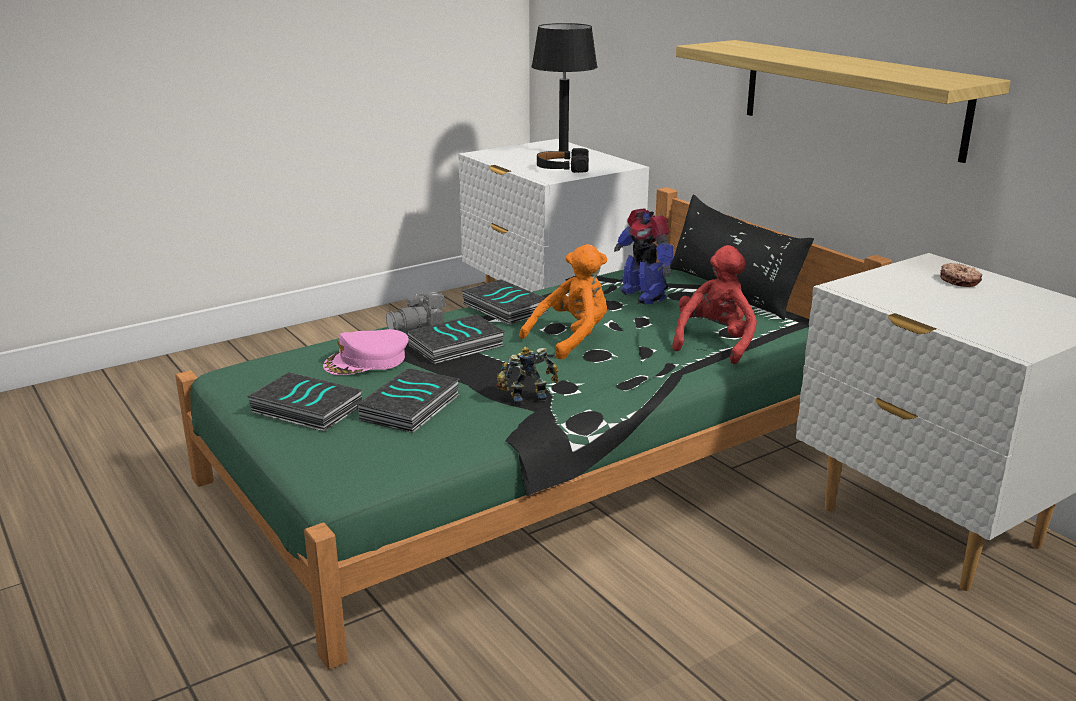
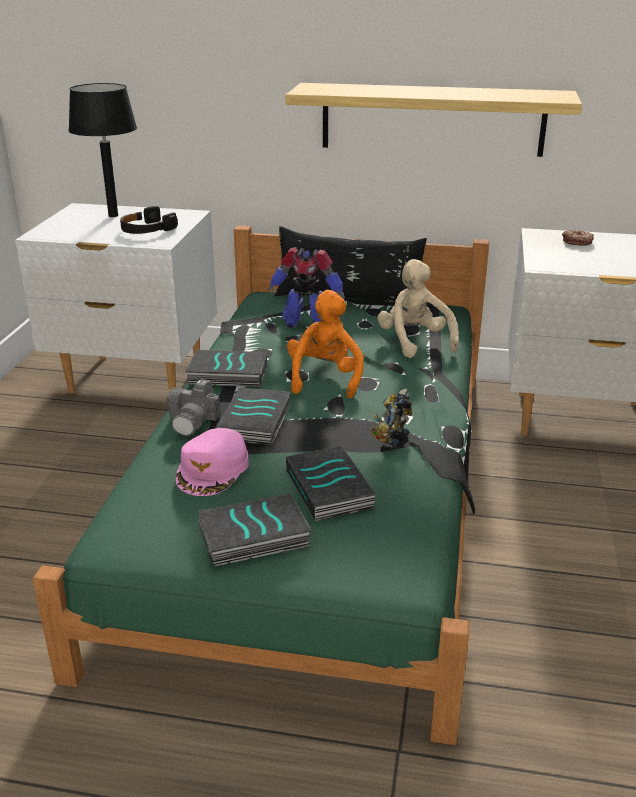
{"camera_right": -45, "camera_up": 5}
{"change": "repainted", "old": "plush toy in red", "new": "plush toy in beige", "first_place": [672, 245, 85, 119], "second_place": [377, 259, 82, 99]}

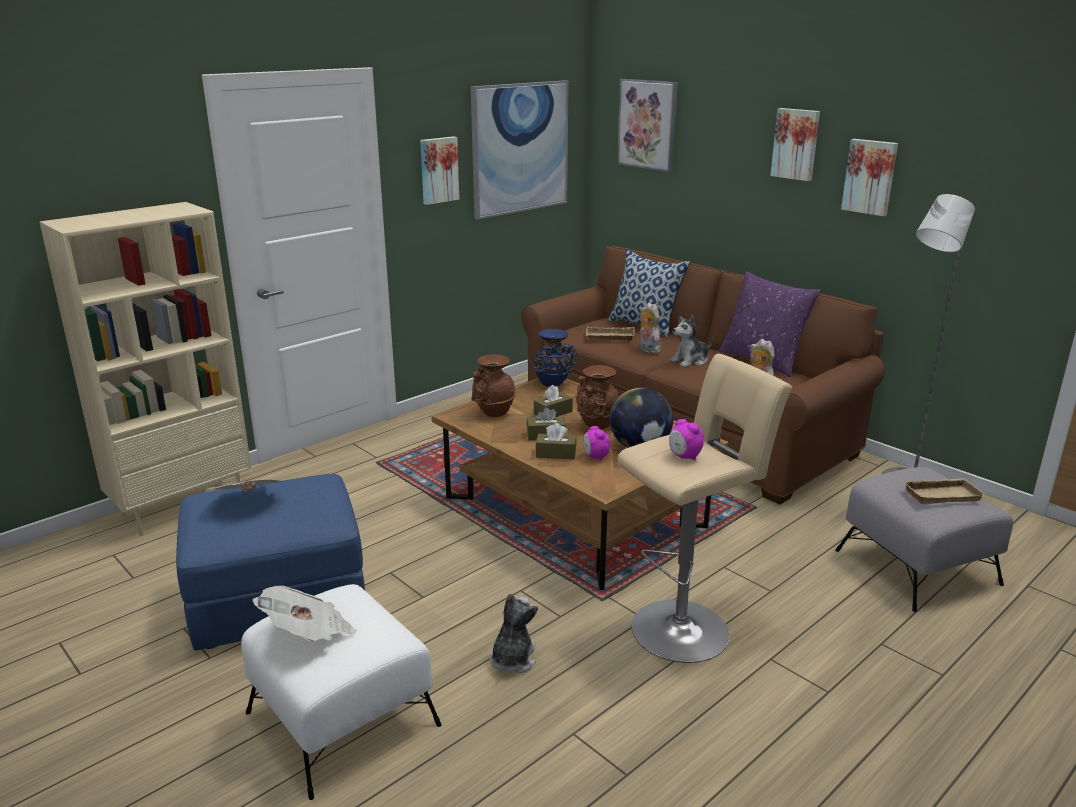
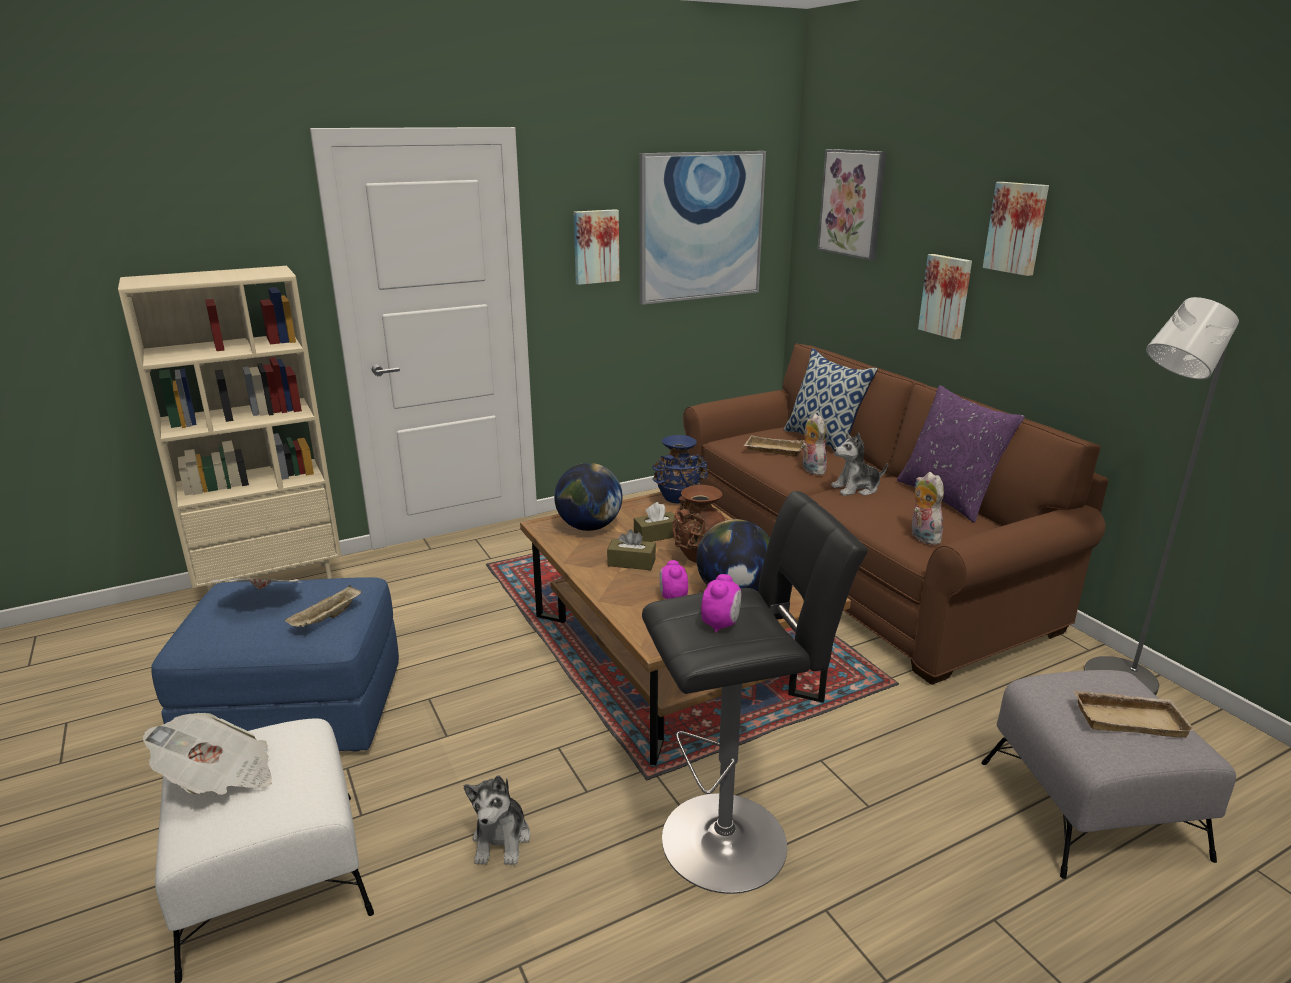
{"camera_right": 15, "camera_up": 0}
{"change": "shifted", "old": "picture", "first_place": [841, 139, 57, 77], "second_place": [918, 254, 54, 86]}
{"change": "swapped", "old": "vase in brown", "new": "globe", "first_place": [472, 354, 44, 63], "second_place": [554, 463, 69, 68]}
{"change": "repainted", "old": "stool in beige", "new": "stool in black", "first_place": [618, 354, 174, 309], "second_place": [642, 491, 226, 403]}
{"change": "rotated", "old": "alarm clock", "first_place": [669, 419, 35, 41], "second_place": [701, 574, 40, 59], "degrees": -135}
{"change": "gone", "old": "tissue box in brown", "first_place": [536, 423, 41, 36]}
{"change": "rotated", "old": "plush toy", "first_place": [490, 593, 48, 80], "second_place": [464, 775, 66, 90], "degrees": 150}
{"change": "new", "new": "tray in beige", "second_place": [285, 585, 76, 42]}

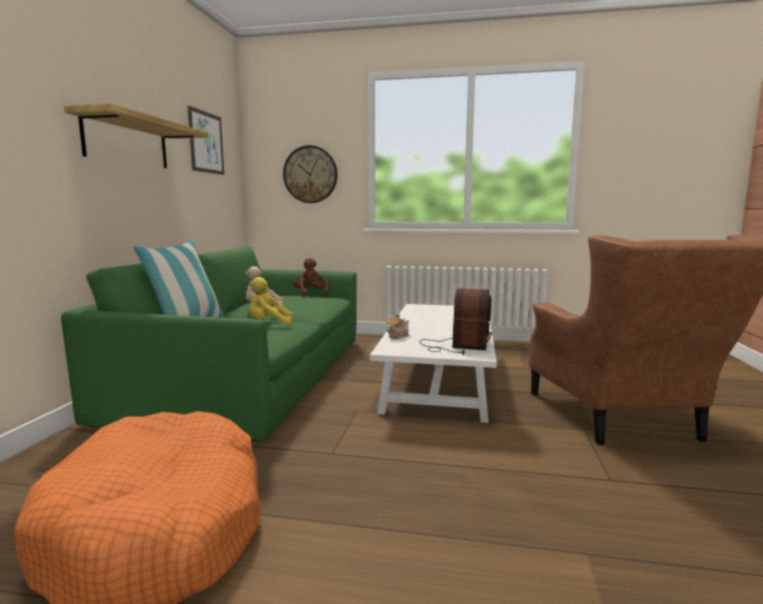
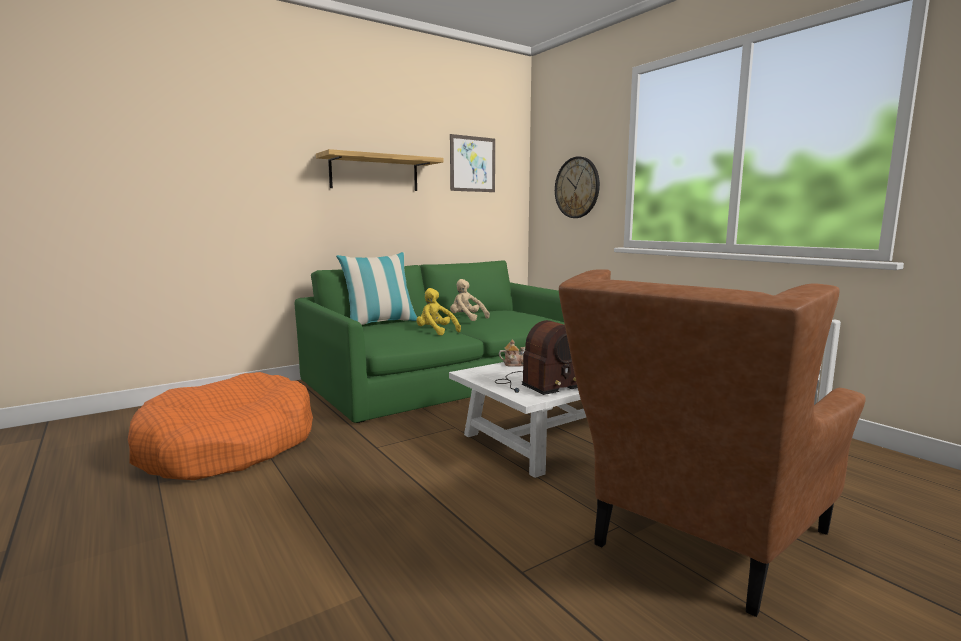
{"camera_right": 45, "camera_up": 0}
{"change": "gone", "old": "plush toy in brown", "first_place": [293, 258, 35, 38]}

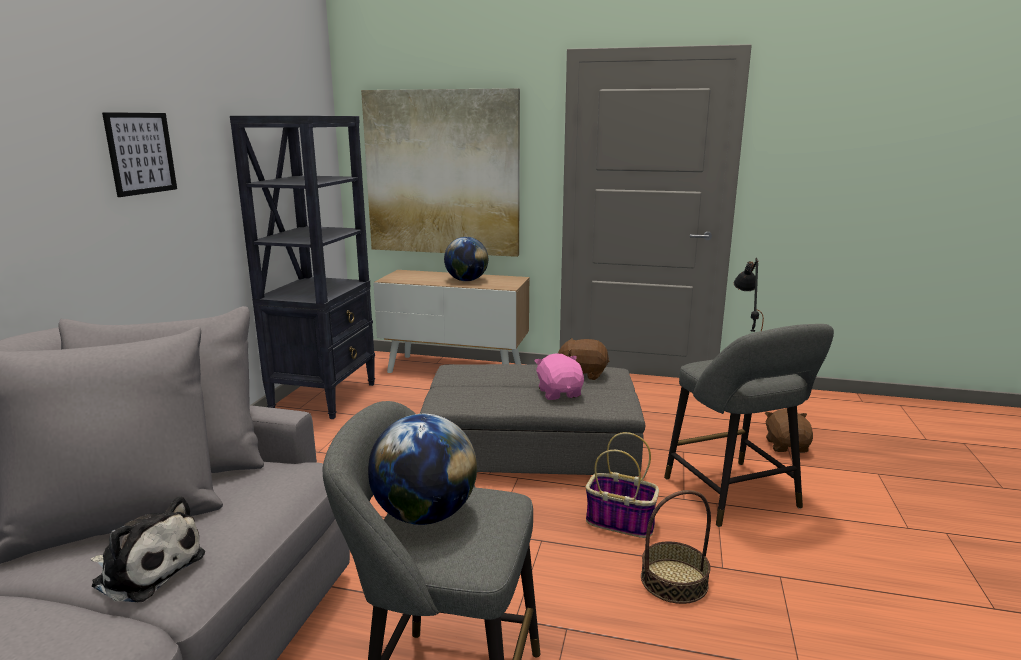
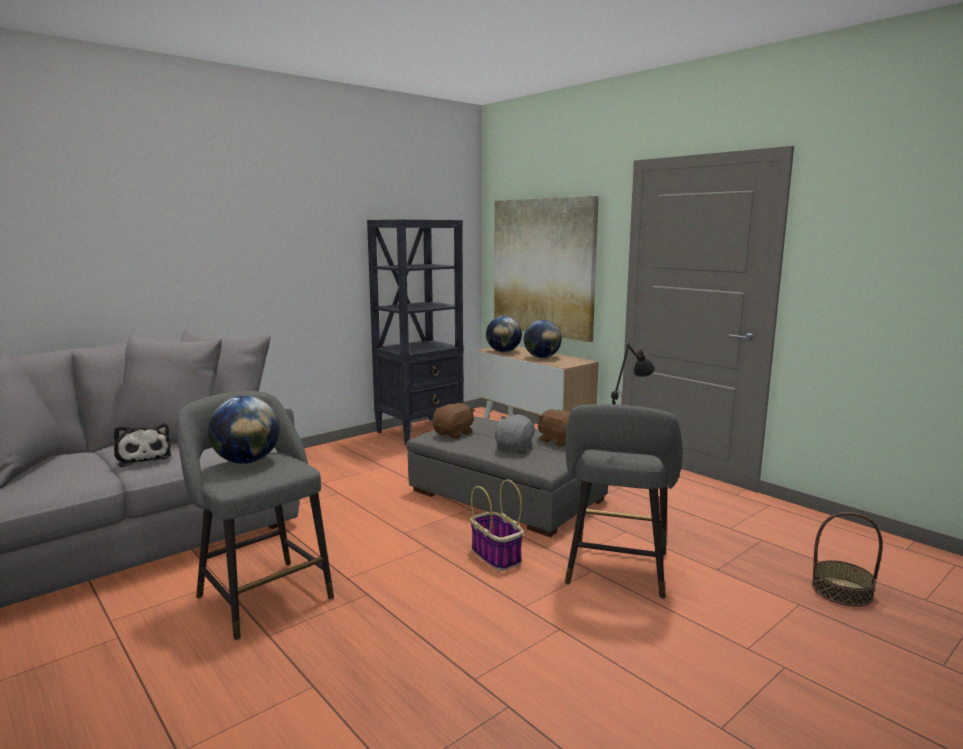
{"camera_right": 35, "camera_up": -5}
{"change": "gone", "old": "picture", "first_place": [102, 112, 75, 85]}
{"change": "repainted", "old": "plush toy in pink", "new": "plush toy in grey", "first_place": [534, 353, 50, 47], "second_place": [495, 415, 42, 38]}
{"change": "shifted", "old": "plush toy in brown", "first_place": [765, 409, 48, 44], "second_place": [432, 403, 43, 36]}
{"change": "shifted", "old": "basket", "first_place": [641, 490, 70, 114], "second_place": [812, 512, 71, 95]}
{"change": "new", "new": "globe", "second_place": [486, 316, 36, 36]}

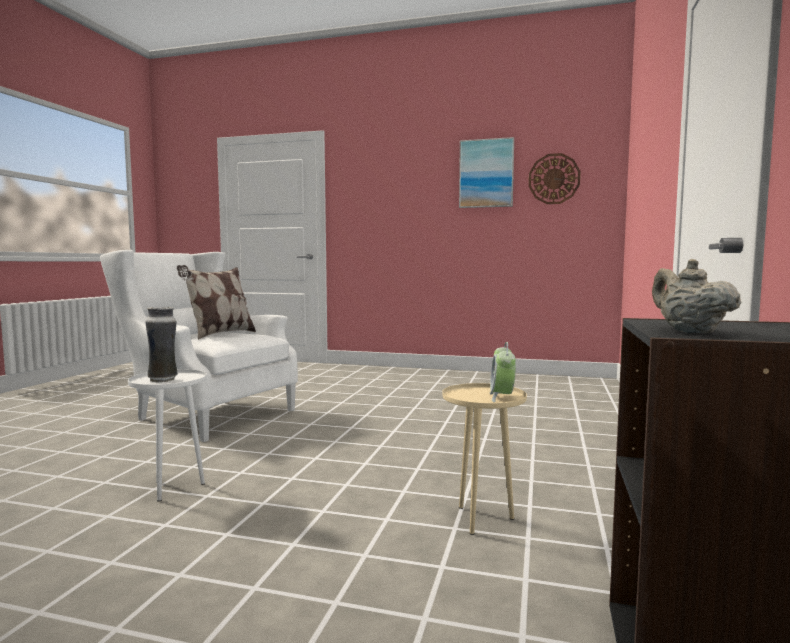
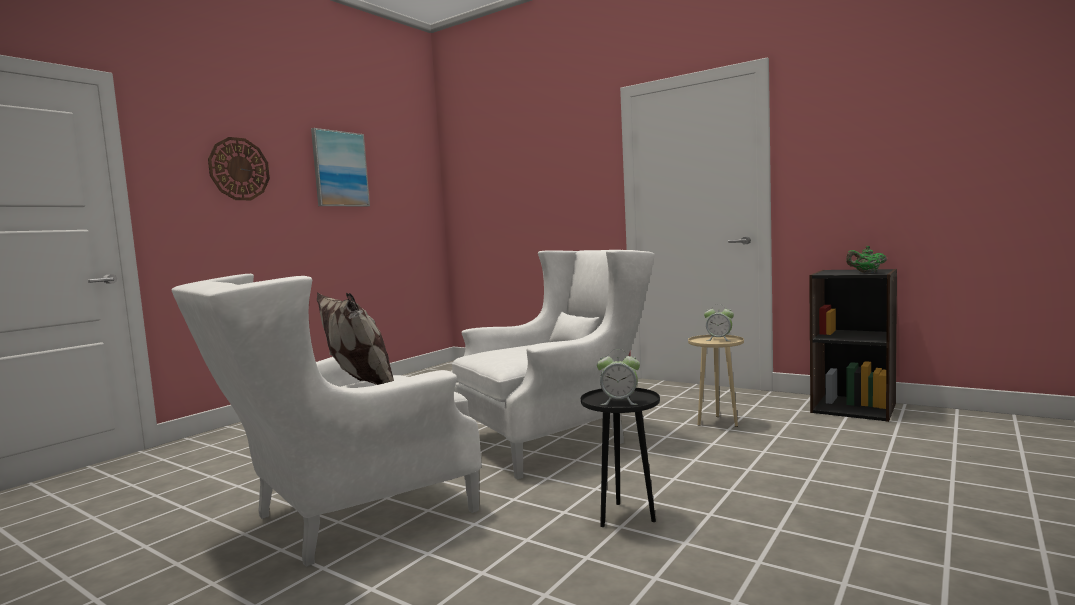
{"camera_right": -70, "camera_up": 0}
{"change": "shifted", "old": "wall clock", "first_place": [529, 153, 51, 51], "second_place": [208, 137, 62, 63]}
{"change": "repainted", "old": "teapot in beige", "new": "teapot in green", "first_place": [652, 259, 90, 74], "second_place": [846, 246, 41, 27]}
{"change": "swapped", "old": "vase", "new": "alarm clock", "first_place": [145, 306, 33, 76], "second_place": [597, 349, 43, 56]}
{"change": "repainted", "old": "side table in white", "new": "side table in black", "first_place": [128, 369, 79, 132], "second_place": [581, 388, 79, 139]}
{"change": "new", "new": "armchair in white", "second_place": [451, 250, 204, 229]}

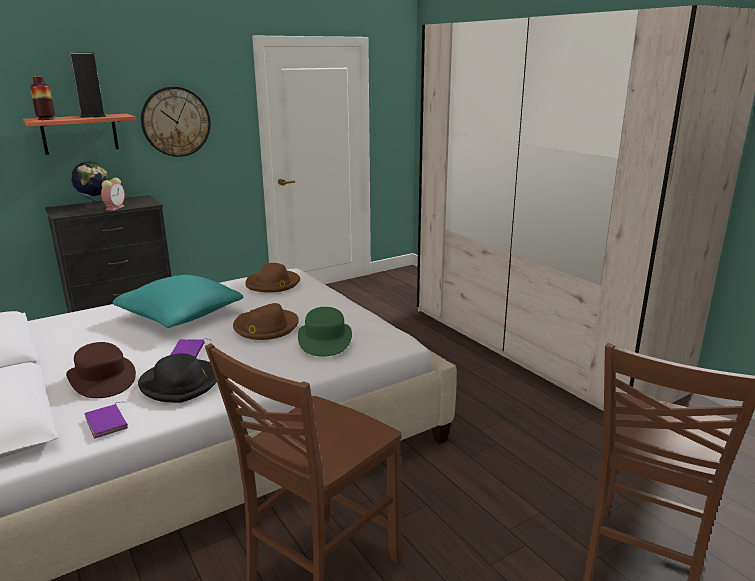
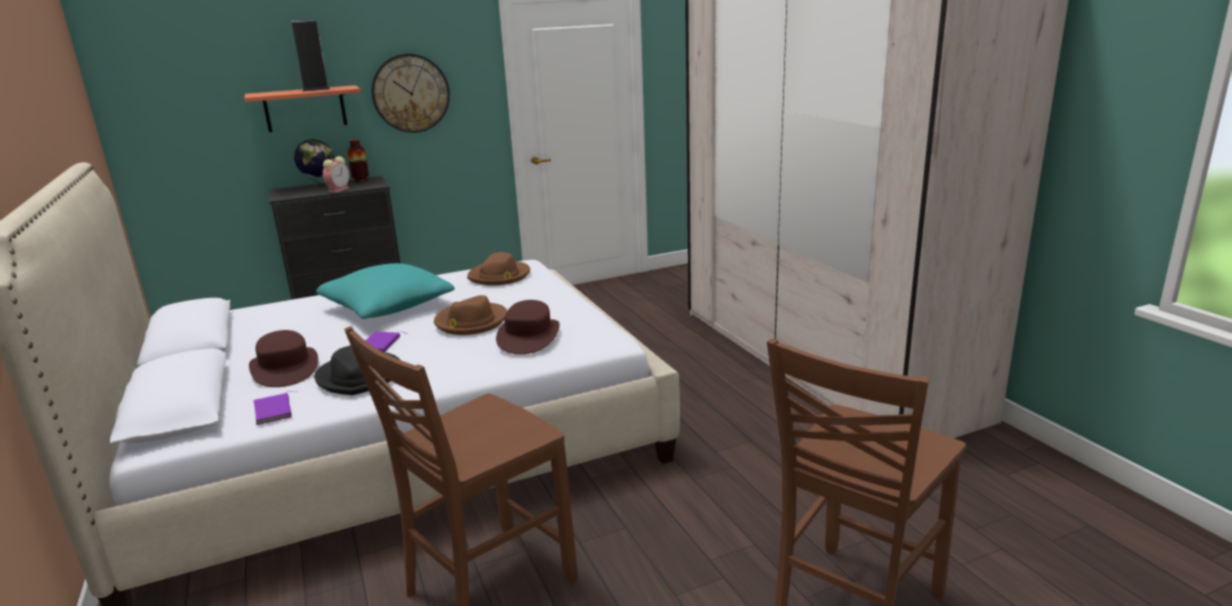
{"camera_right": 10, "camera_up": 0}
{"change": "shifted", "old": "vase", "first_place": [30, 76, 25, 44], "second_place": [347, 139, 22, 43]}
{"change": "repainted", "old": "hat in green", "new": "hat in brown", "first_place": [298, 307, 54, 50], "second_place": [496, 300, 64, 54]}

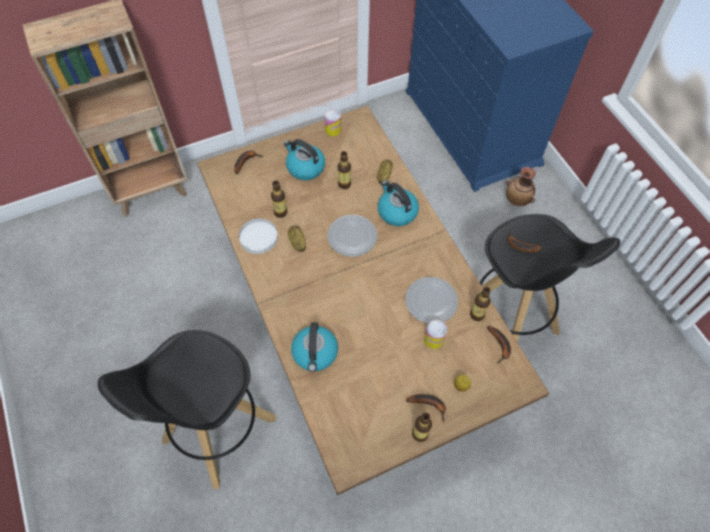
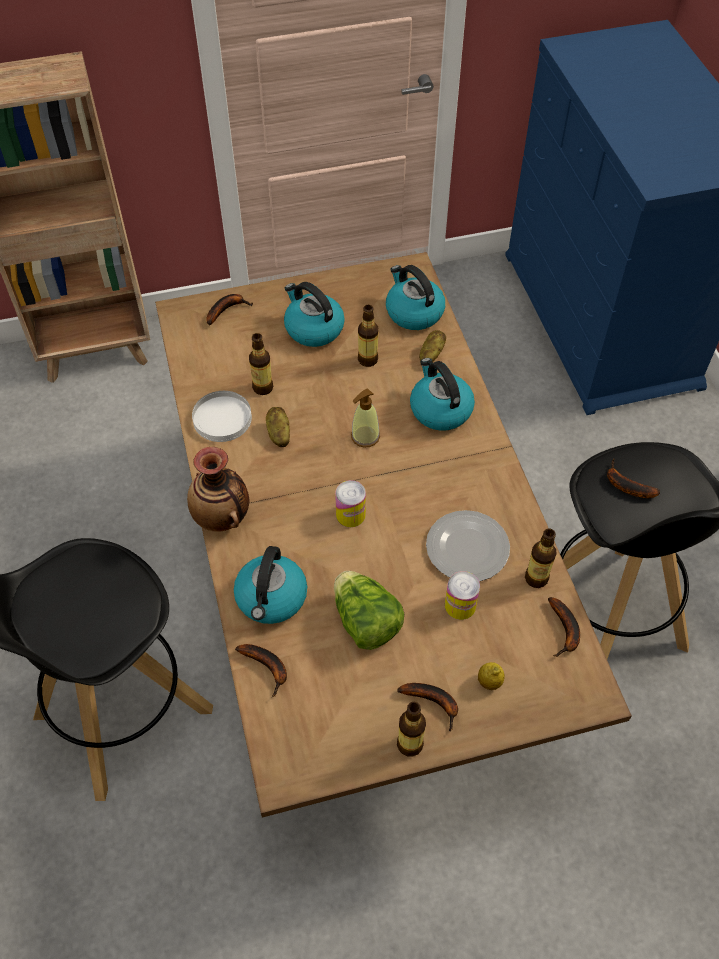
{"camera_right": 10, "camera_up": -5}
{"change": "shifted", "old": "can", "first_place": [324, 109, 17, 28], "second_place": [335, 480, 31, 47]}
{"change": "shifted", "old": "vase", "first_place": [506, 167, 30, 39], "second_place": [187, 447, 62, 85]}
{"change": "swapped", "old": "plate", "new": "soap dispenser", "first_place": [327, 215, 50, 42], "second_place": [351, 388, 29, 60]}
{"change": "new", "new": "kettle", "second_place": [386, 265, 59, 65]}
{"change": "new", "new": "lettuce", "second_place": [334, 571, 70, 79]}
{"change": "new", "new": "banana", "second_place": [235, 644, 52, 54]}

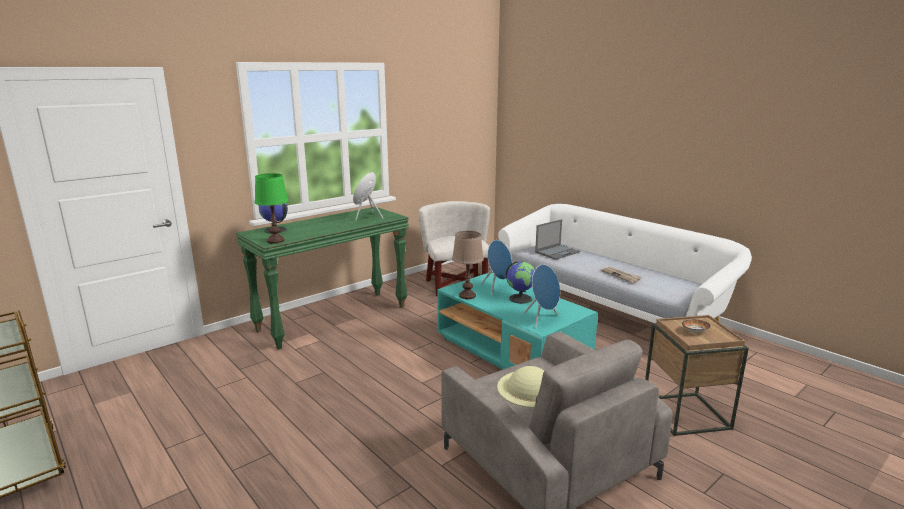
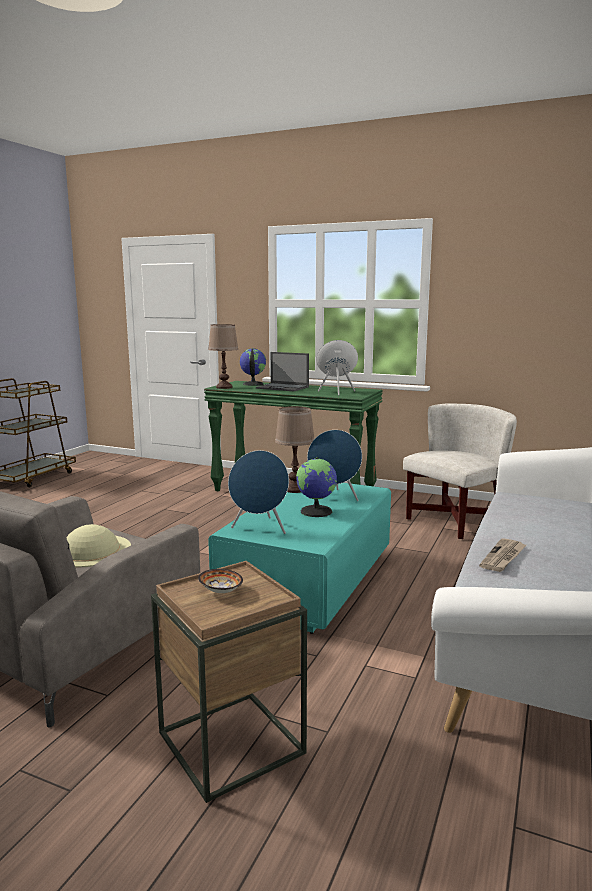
{"camera_right": 65, "camera_up": -5}
{"change": "repainted", "old": "table lamp in green", "new": "table lamp in brown", "first_place": [255, 173, 33, 71], "second_place": [208, 324, 31, 65]}
{"change": "shifted", "old": "laptop", "first_place": [535, 219, 45, 41], "second_place": [256, 352, 53, 39]}

